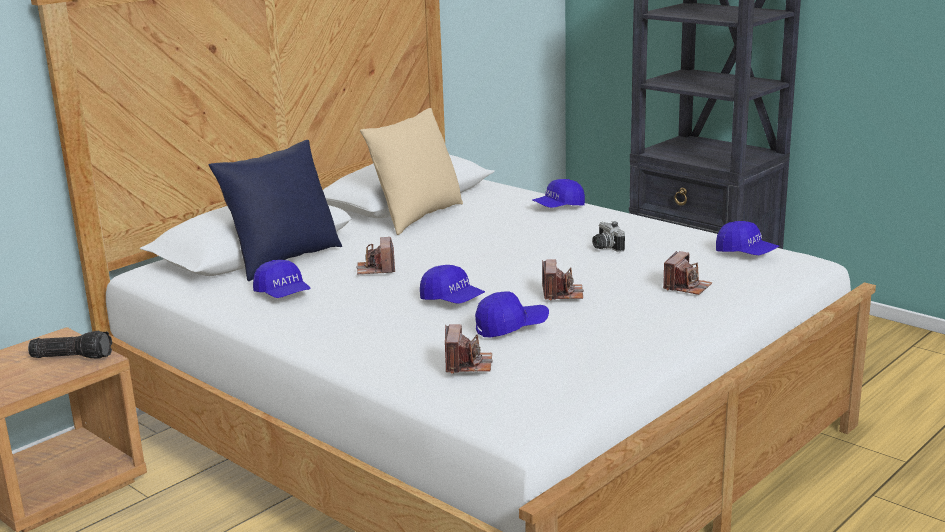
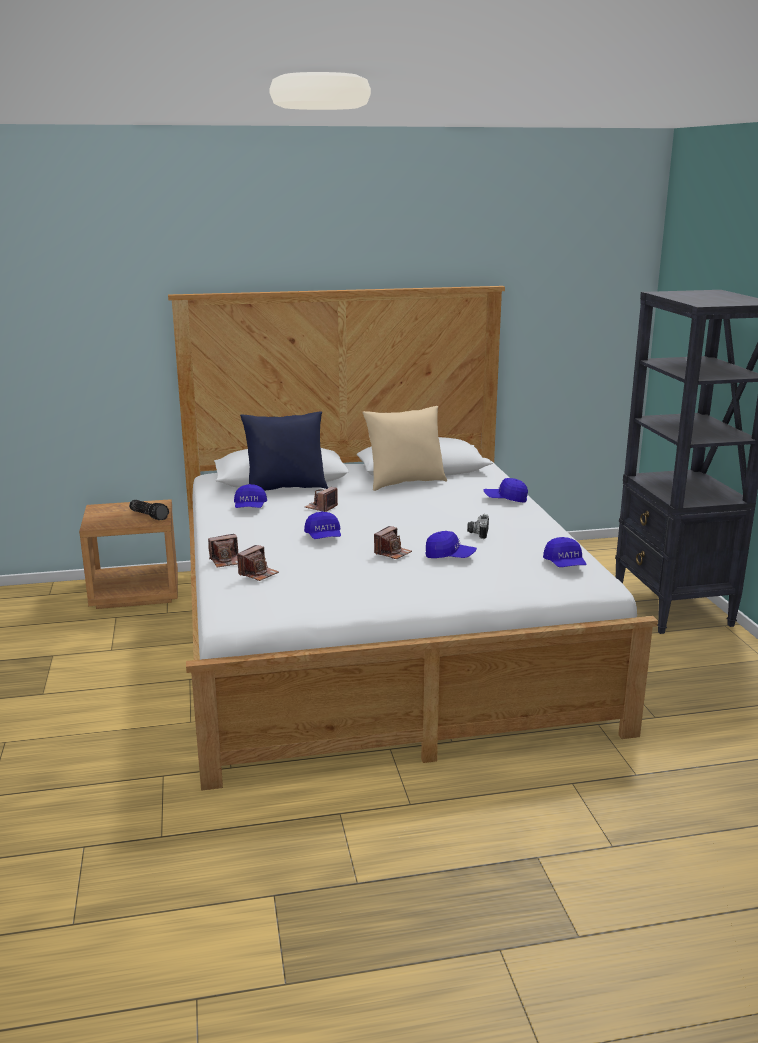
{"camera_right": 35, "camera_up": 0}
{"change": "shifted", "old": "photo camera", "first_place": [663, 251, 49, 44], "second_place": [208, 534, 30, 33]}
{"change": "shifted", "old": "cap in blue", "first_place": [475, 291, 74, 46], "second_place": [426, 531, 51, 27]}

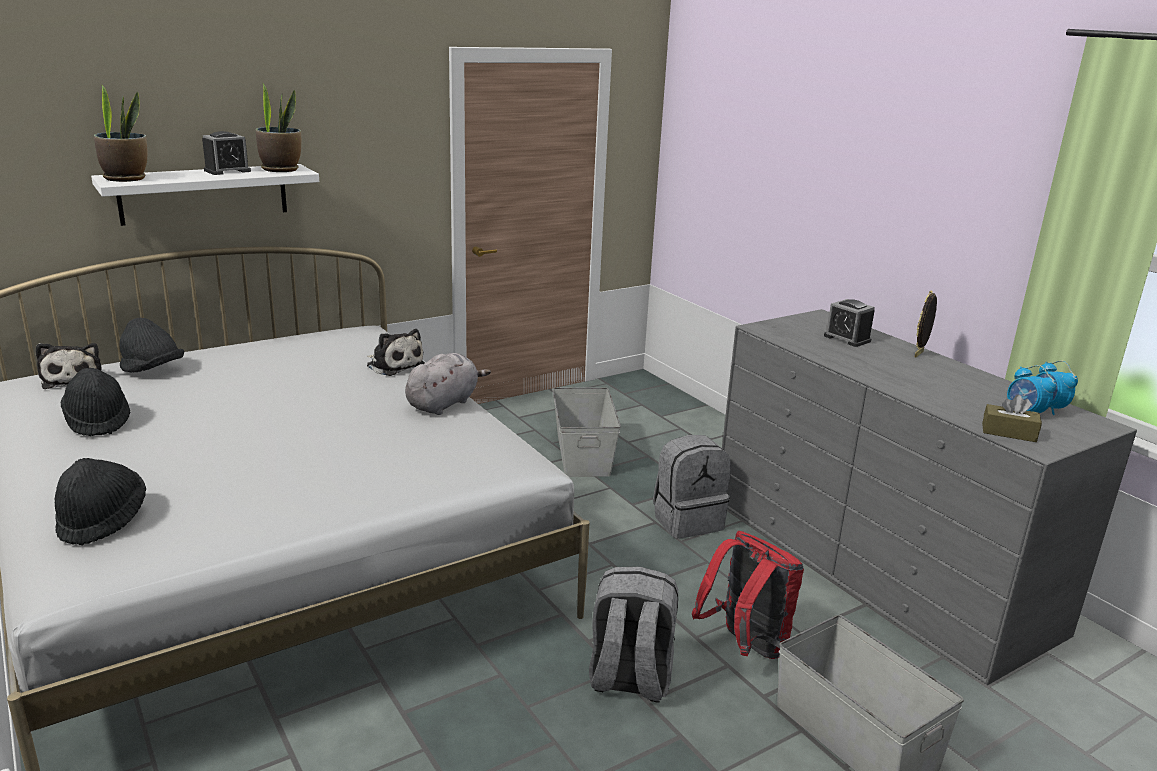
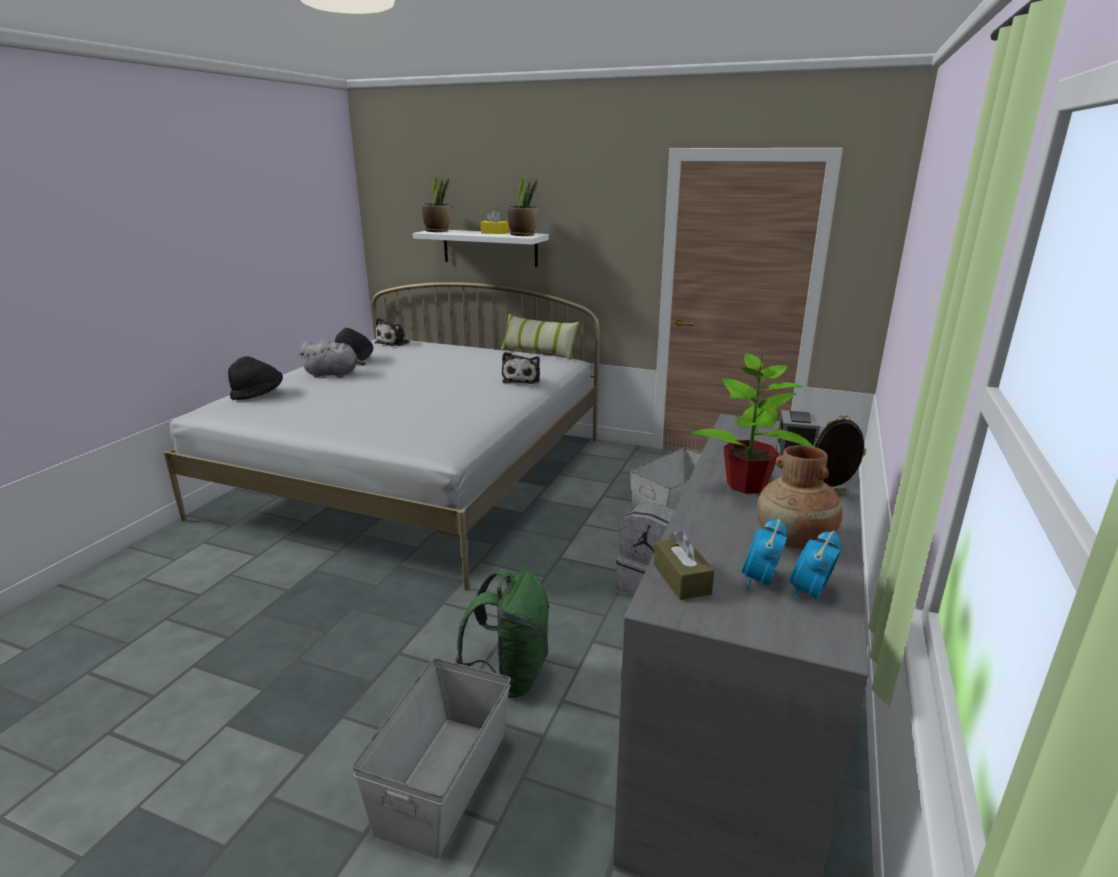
{"camera_right": 55, "camera_up": 0}
{"change": "swapped", "old": "alarm clock", "new": "tissue box in yellow", "first_place": [202, 131, 49, 44], "second_place": [481, 211, 28, 23]}
{"change": "gone", "old": "hat in black", "first_place": [119, 318, 65, 54]}
{"change": "shifted", "old": "plush toy in grey", "first_place": [405, 353, 86, 62], "second_place": [298, 339, 68, 39]}
{"change": "repainted", "old": "backpack in red", "new": "backpack in green", "first_place": [692, 531, 112, 128], "second_place": [455, 569, 95, 129]}
{"change": "gone", "old": "backpack in grey", "first_place": [589, 567, 89, 136]}
{"change": "new", "new": "pillow", "second_place": [500, 314, 80, 46]}
{"change": "new", "new": "potted plant", "second_place": [692, 353, 121, 141]}
{"change": "new", "new": "vase in brown", "second_place": [757, 445, 85, 104]}

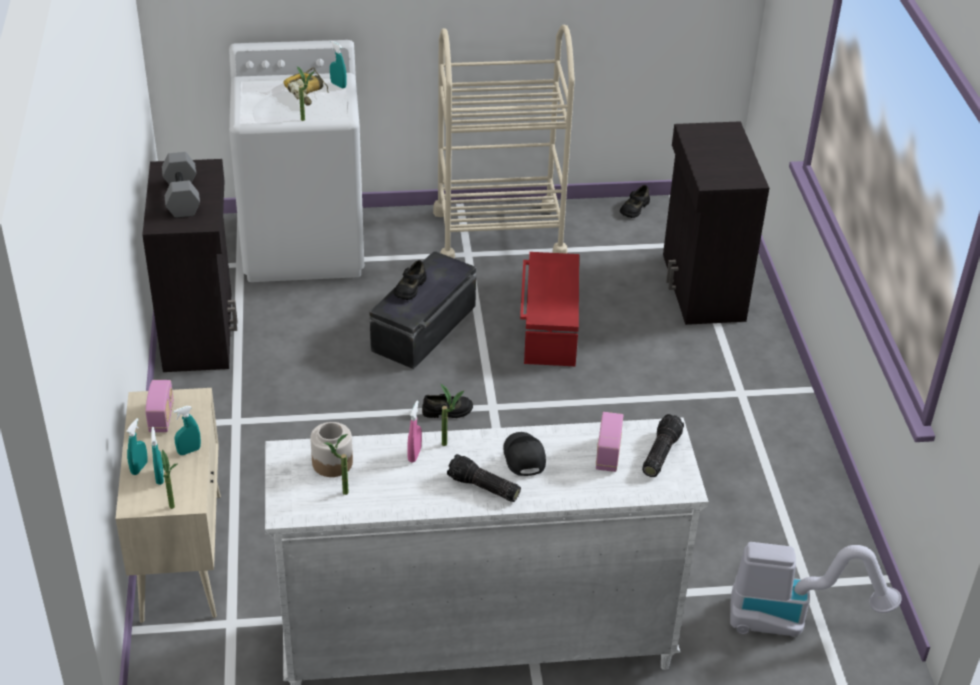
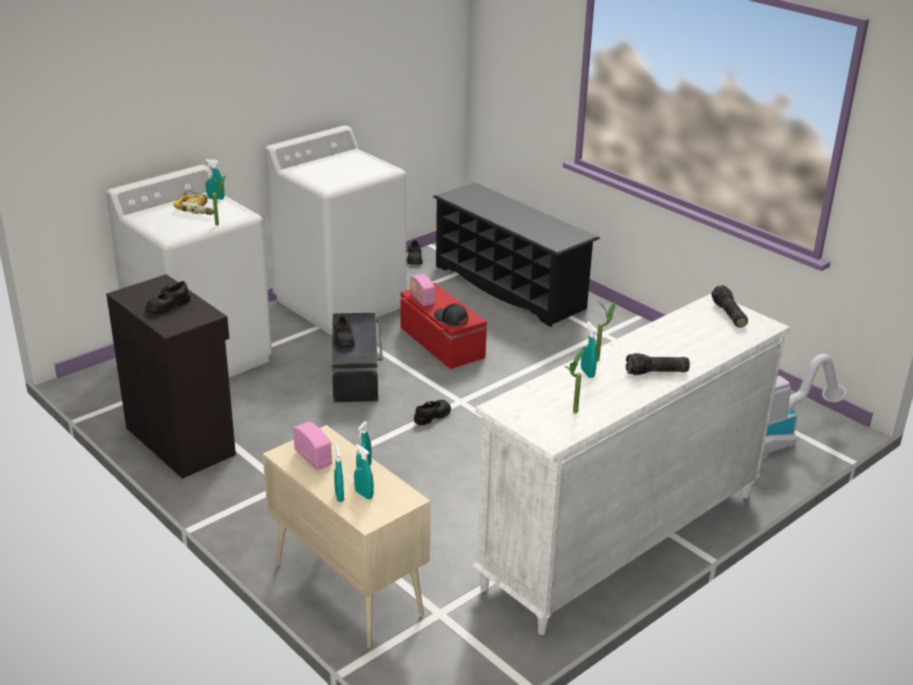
{"camera_right": -35, "camera_up": -10}
{"change": "swapped", "old": "cart in beige", "new": "washing machine in white", "first_place": [433, 25, 142, 234], "second_place": [264, 126, 142, 209]}
{"change": "swapped", "old": "cabinet in black", "new": "shoe rack in black", "first_place": [663, 121, 106, 204], "second_place": [433, 182, 167, 145]}
{"change": "swapped", "old": "dumbbell in grey", "new": "shoe in black", "first_place": [162, 152, 38, 66], "second_place": [146, 281, 44, 33]}
{"change": "repainted", "old": "spray bottle in pink", "new": "spray bottle in turquoise", "first_place": [407, 401, 15, 61], "second_place": [581, 321, 16, 57]}
{"change": "shifted", "old": "radio", "first_place": [596, 412, 27, 60], "second_place": [410, 274, 25, 32]}
{"change": "gone", "old": "jar", "first_place": [310, 422, 43, 55]}
{"change": "shifted", "old": "cap in black", "first_place": [503, 432, 43, 44], "second_place": [434, 303, 34, 23]}
{"change": "gone", "old": "potted plant", "first_place": [161, 450, 16, 59]}

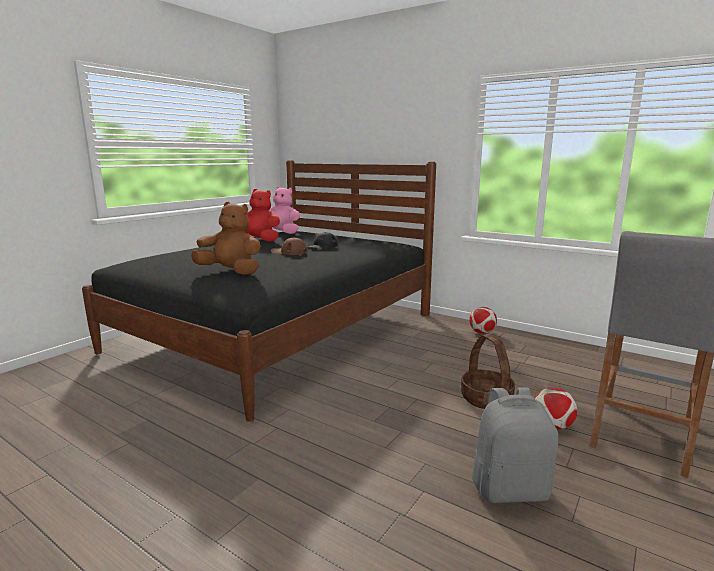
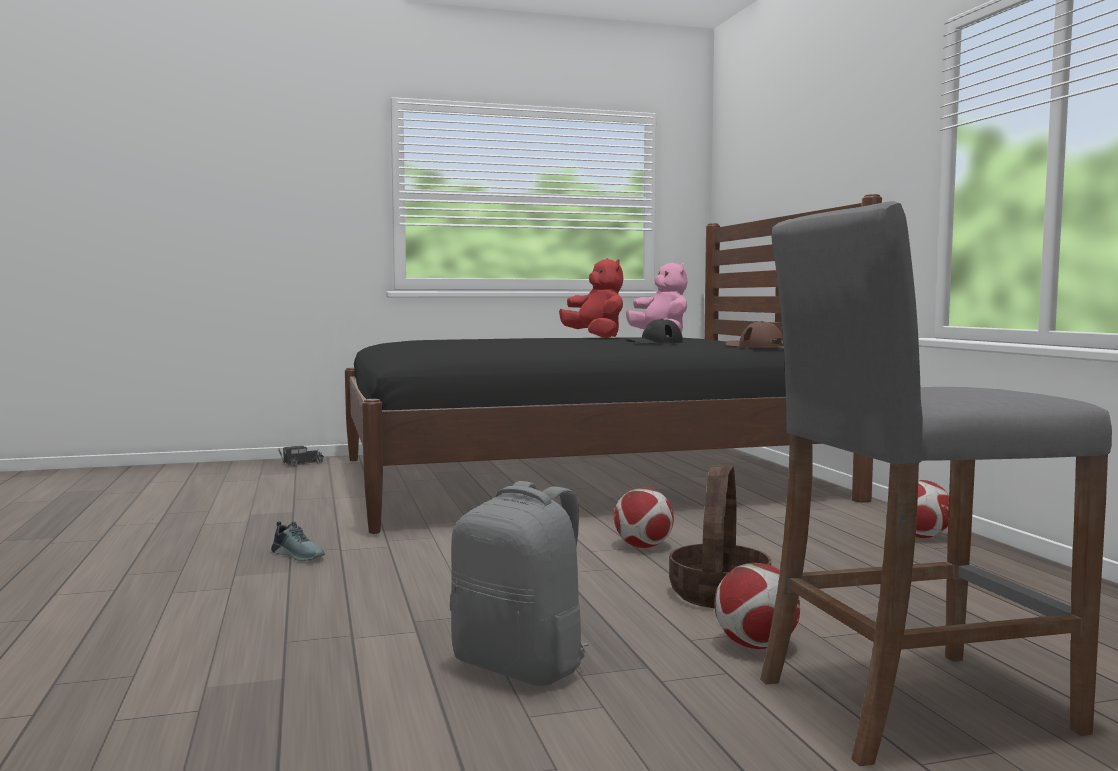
{"camera_right": 40, "camera_up": -10}
{"change": "gone", "old": "plush toy in brown", "first_place": [191, 202, 70, 73]}
{"change": "shifted", "old": "cap in brown", "first_place": [271, 238, 36, 17], "second_place": [726, 321, 58, 27]}
{"change": "new", "new": "toy truck", "second_place": [278, 446, 46, 21]}
{"change": "new", "new": "football", "second_place": [614, 487, 60, 61]}
{"change": "new", "new": "shoe", "second_place": [271, 521, 54, 40]}

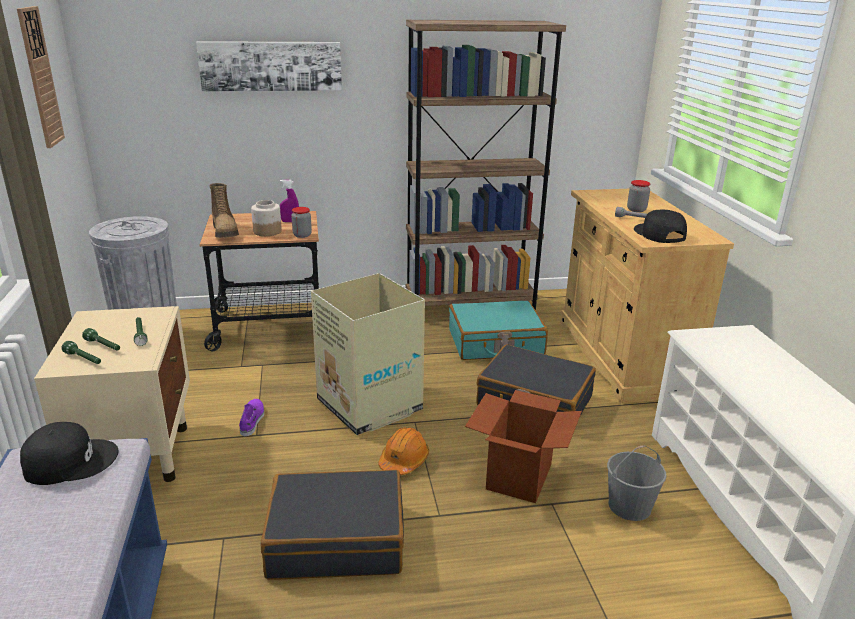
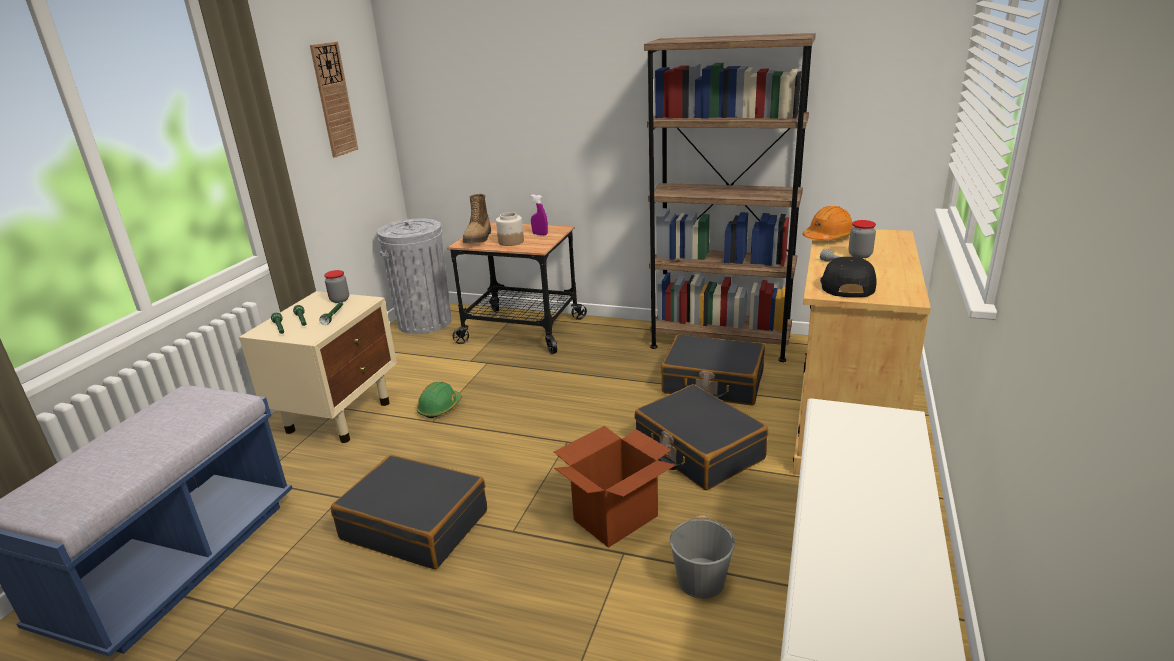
{"camera_right": 30, "camera_up": 0}
{"change": "gone", "old": "picture", "first_place": [196, 41, 146, 50]}
{"change": "shifted", "old": "jar", "first_place": [291, 207, 21, 31], "second_place": [324, 270, 25, 33]}
{"change": "gone", "old": "cardboard box", "first_place": [311, 273, 114, 162]}
{"change": "repainted", "old": "suitcase in turquoise", "new": "suitcase in black", "first_place": [449, 300, 99, 60], "second_place": [661, 334, 104, 72]}
{"change": "swapped", "old": "shoe in purple", "new": "hard hat in green", "first_place": [239, 399, 25, 37], "second_place": [417, 382, 45, 36]}
{"change": "gone", "old": "cap in black", "first_place": [20, 422, 98, 63]}
{"change": "shifted", "old": "hard hat in orange", "first_place": [378, 427, 51, 48], "second_place": [803, 206, 50, 34]}

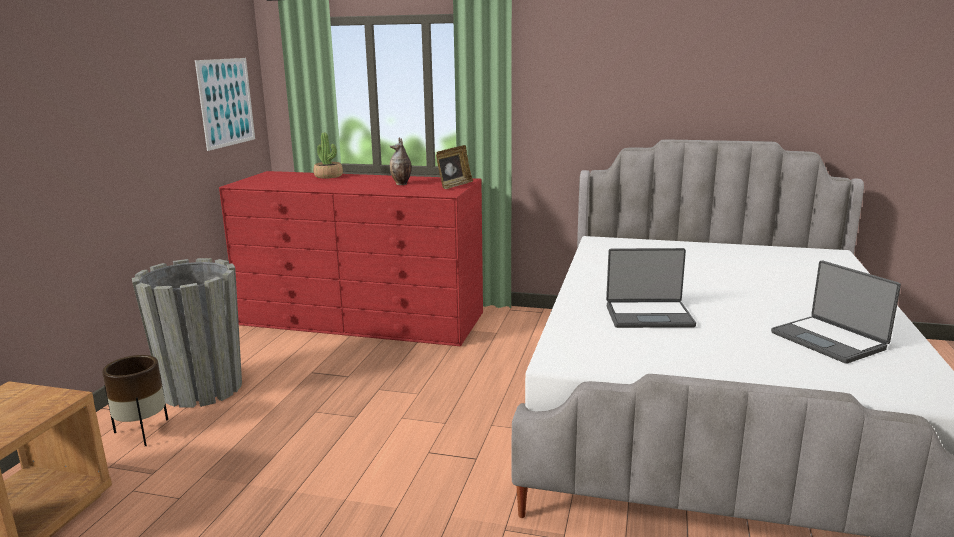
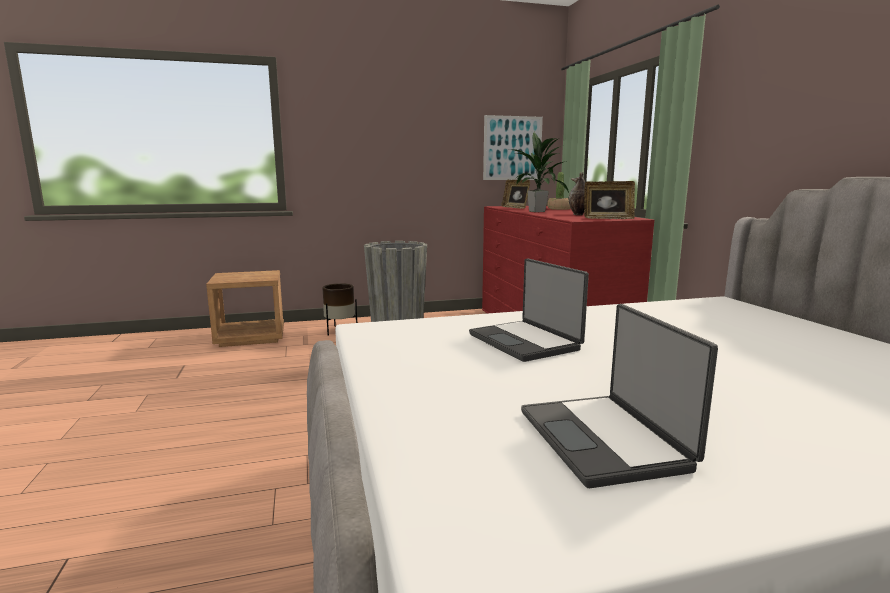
{"camera_right": 60, "camera_up": -5}
{"change": "rotated", "old": "laptop", "first_place": [771, 260, 130, 104], "second_place": [521, 304, 197, 184], "degrees": -45}
{"change": "new", "new": "potted plant", "second_place": [512, 131, 57, 81]}
{"change": "new", "new": "picture frame", "second_place": [501, 180, 29, 29]}

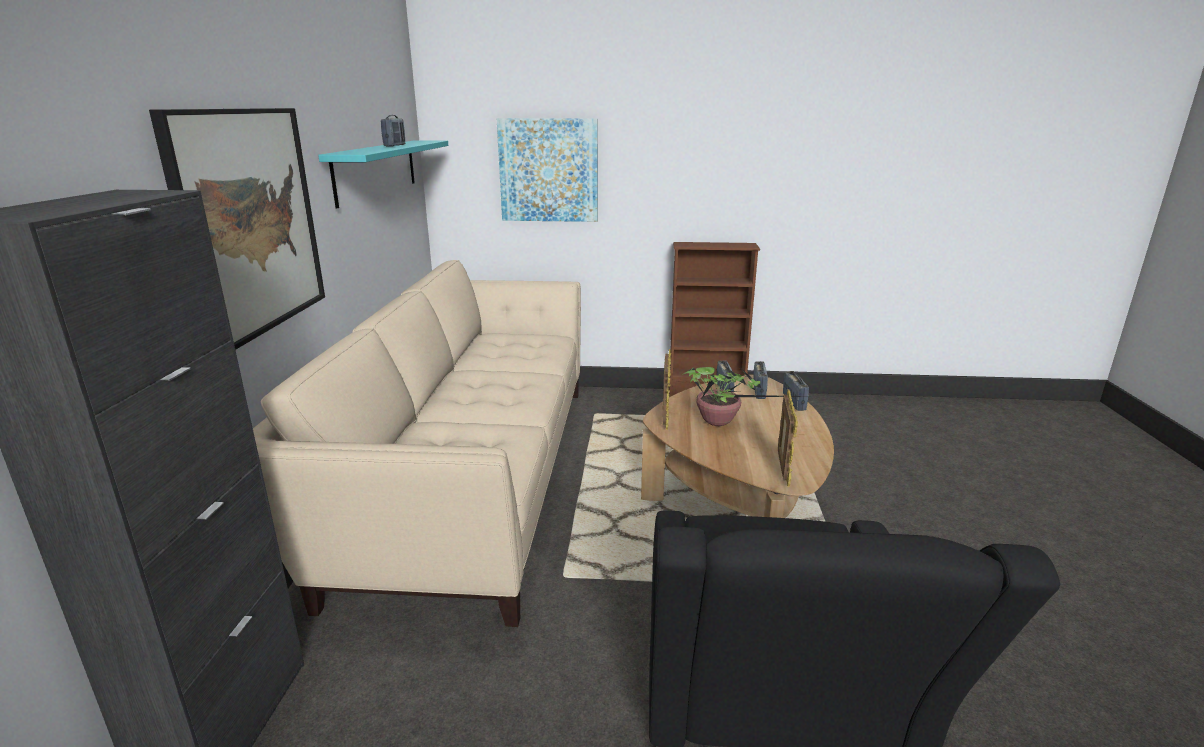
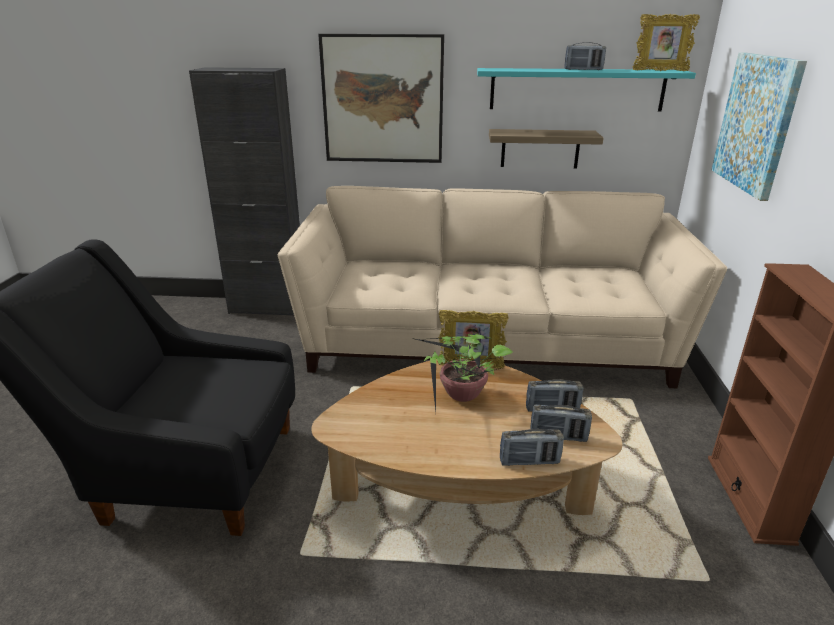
{"camera_right": 90, "camera_up": 5}
{"change": "shifted", "old": "picture frame", "first_place": [778, 389, 20, 98], "second_place": [633, 13, 67, 58]}
{"change": "new", "new": "shelf", "second_place": [489, 129, 114, 39]}

